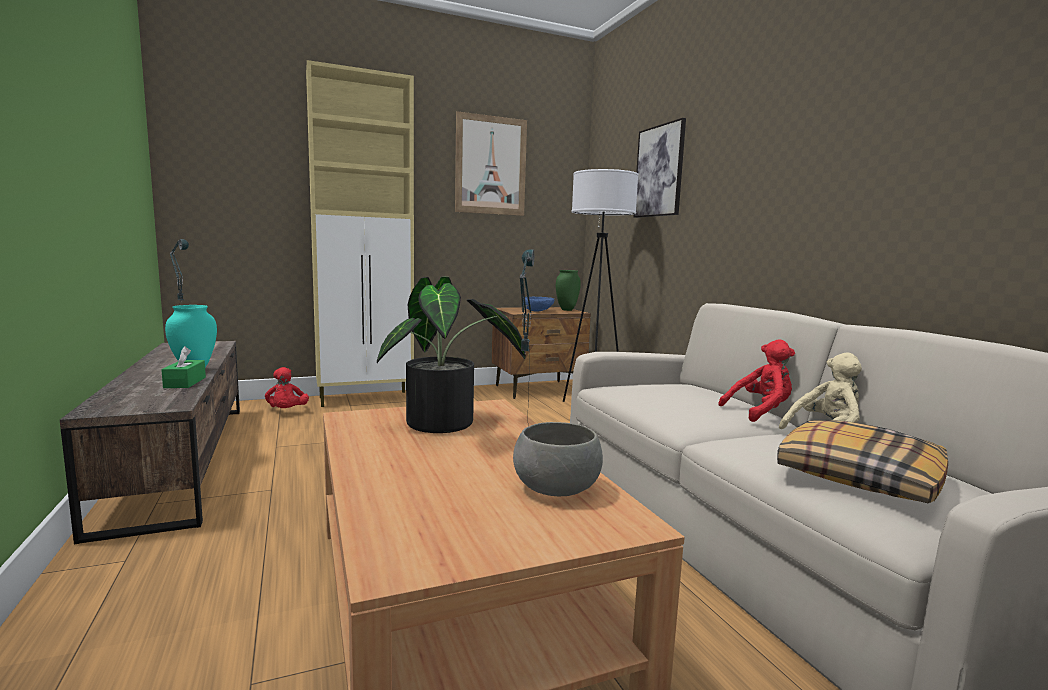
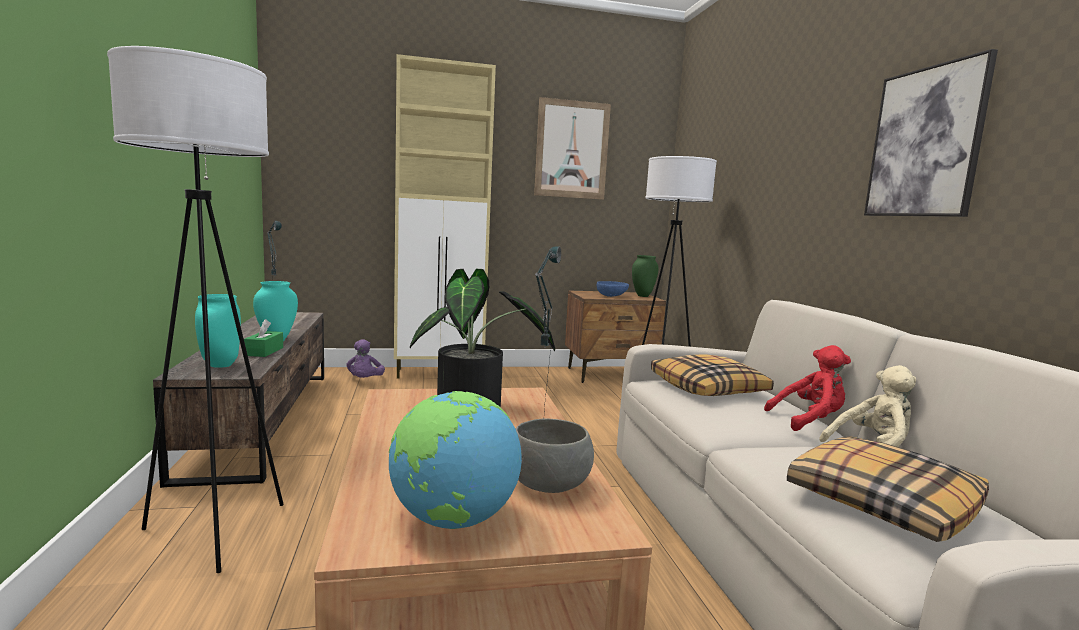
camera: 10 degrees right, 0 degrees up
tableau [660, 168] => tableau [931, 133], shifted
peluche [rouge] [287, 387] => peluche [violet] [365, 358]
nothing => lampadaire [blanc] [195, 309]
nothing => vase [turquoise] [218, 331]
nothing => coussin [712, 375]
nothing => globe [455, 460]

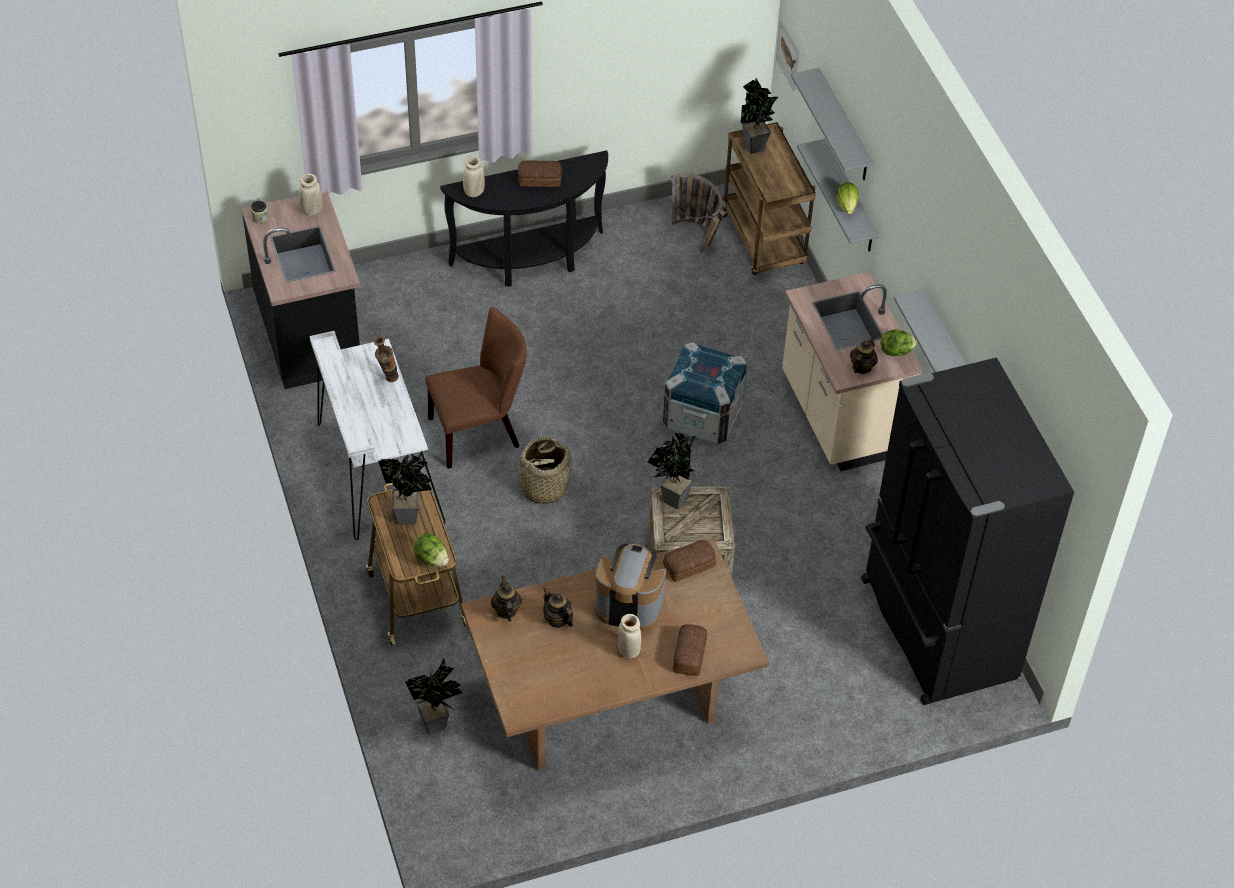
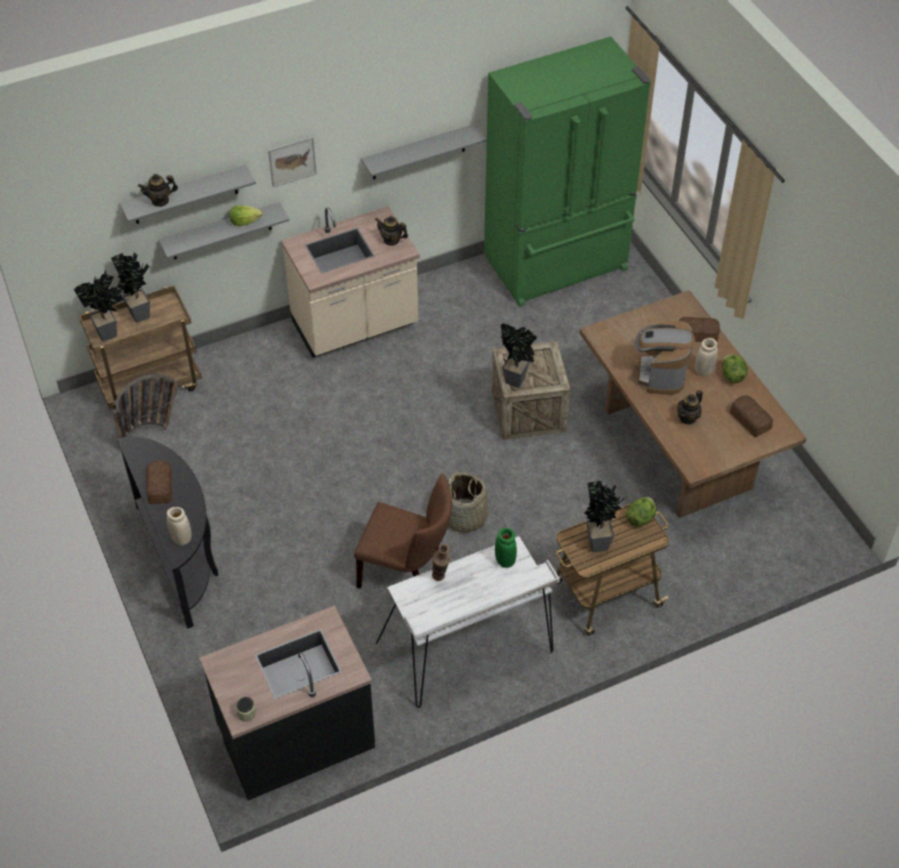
camera: 95 degrees left, 0 degrees up
tableau [788, 56] => tableau [292, 162], shifted
vase [beige] [311, 194] => nothing
chaise [marron] [476, 388] => chaise [marron] [403, 531], 135 degrees clockwise
laitue [899, 342] => laitue [735, 368], shifted
caisse [705, 393] => nothing
réfrigérateur [noir] [967, 531] => réfrigérateur [vert] [567, 172]
pain [689, 561] => pain [751, 416], shifted
théière [506, 599] => théière [158, 190], shifted
plante en pot [433, 696] => plante en pot [130, 288], shifted
nothing => vase [vert] [506, 548]

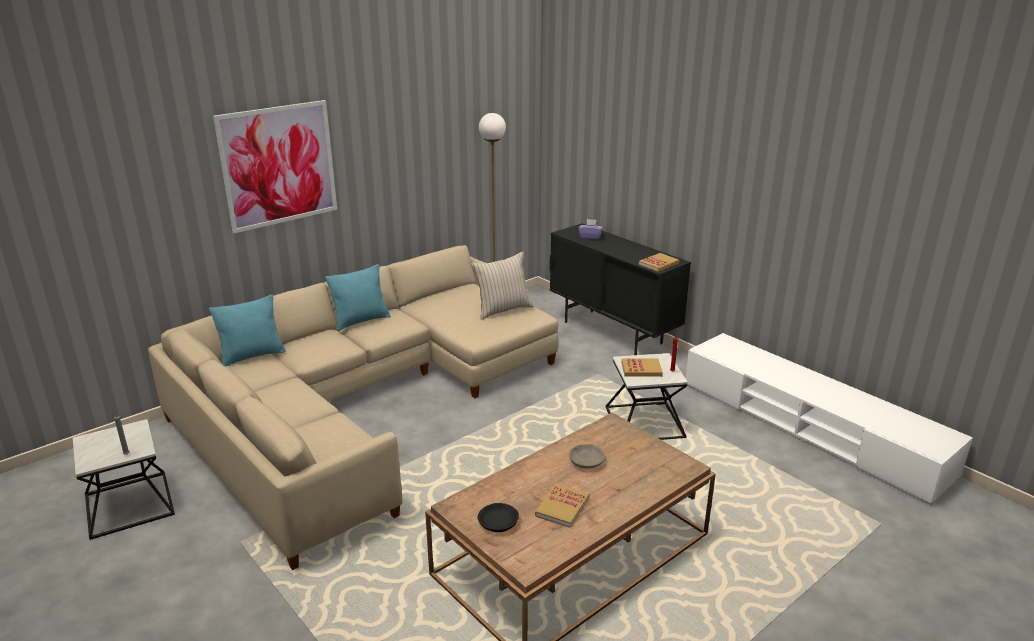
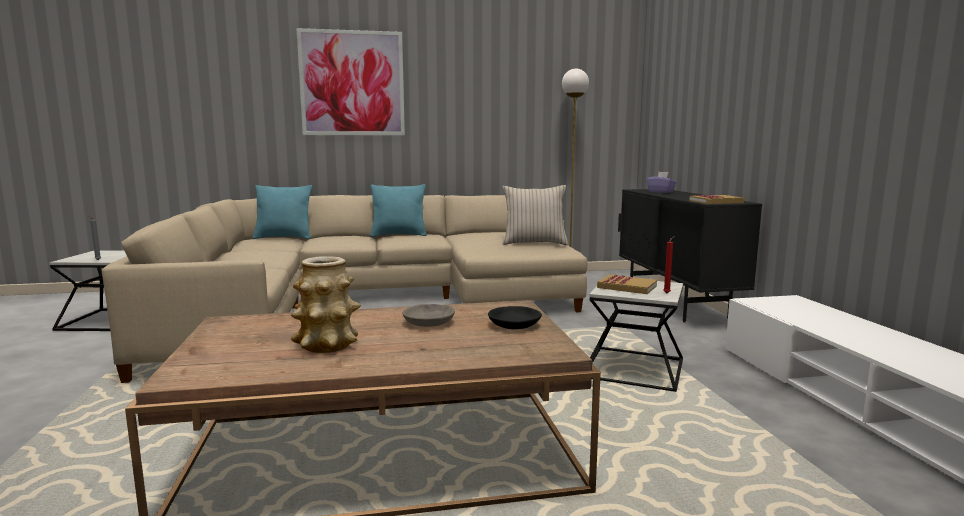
camera: 30 degrees right, 15 degrees down
livre [562, 505] => vase [326, 304]
bol [noir] [498, 517] => bol [noir] [515, 317], shifted

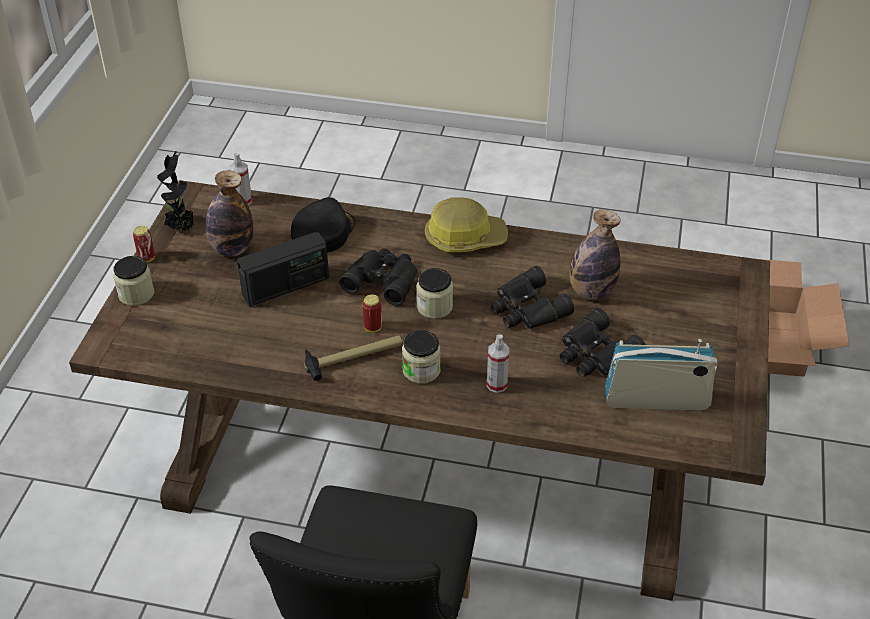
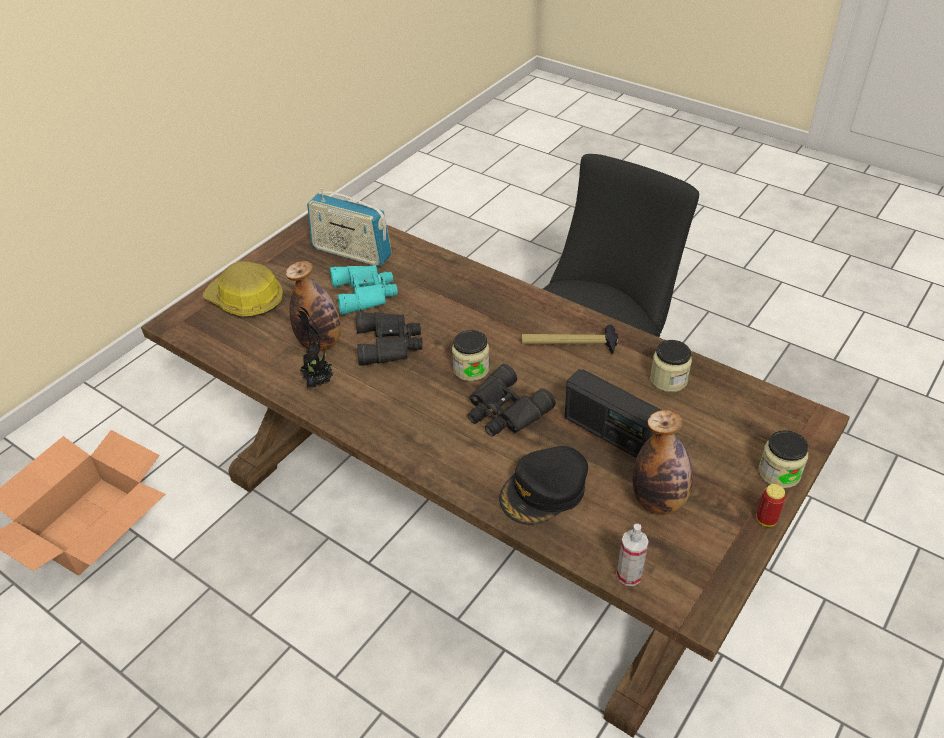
camera: 155 degrees left, 0 degrees up
plante en pot [176, 191] => plante en pot [315, 346], shifted
casque de chantier [466, 224] => casque de chantier [242, 289], shifted
radio [283, 269] => radio [613, 413], 135 degrees counterclockwise
boîte métallique [372, 313] => nothing
jumelles [noir] [603, 342] => jumelles [turquoise] [364, 290]
bocal [421, 356] => bocal [671, 366], shifted
vaporisateur [498, 363] => nothing

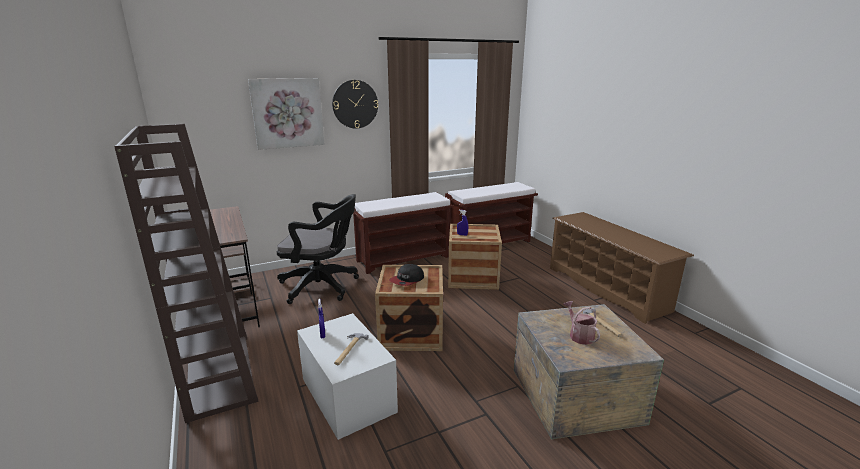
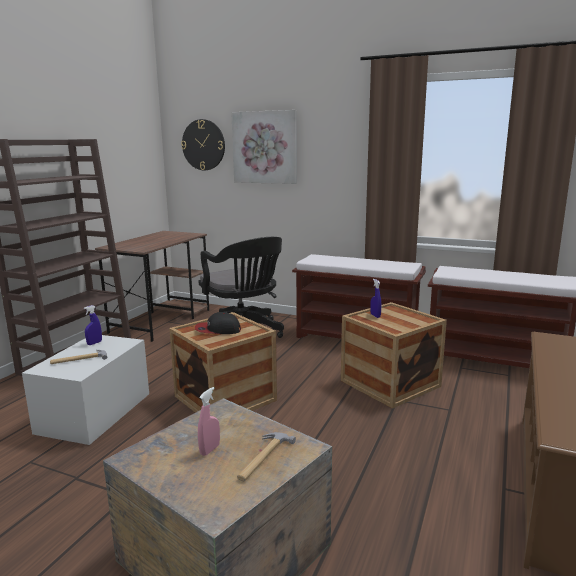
camera: 50 degrees right, 5 degrees down
horloge murale [355, 104] => horloge murale [203, 144], shifted
arrosoir [581, 323] => vaporisateur [rose] [209, 421]

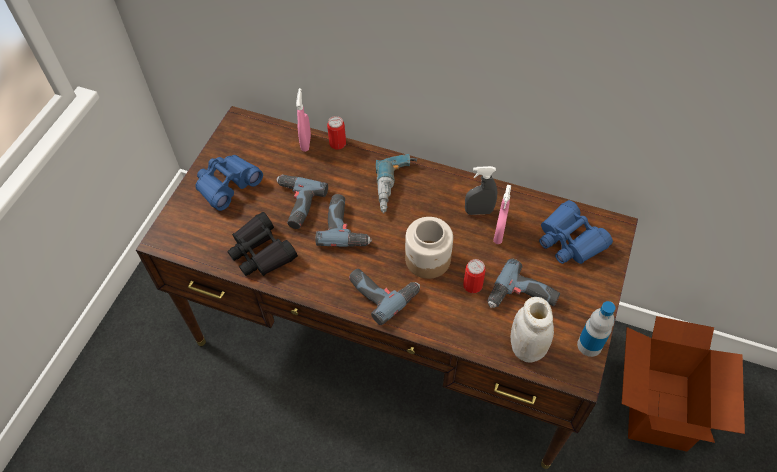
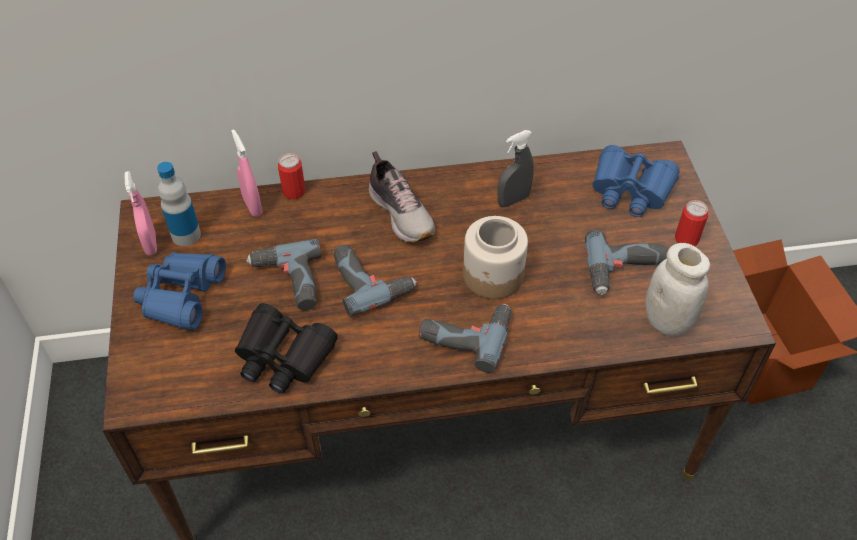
camera: 30 degrees left, 5 degrees down
perceuse [396, 183] => chaussure [402, 196]
vaporisateur [rose] [502, 214] => vaporisateur [rose] [140, 213], shifted
boîte métallique [474, 276] => boîte métallique [691, 223], shifted
bouteille [596, 329] => bouteille [179, 204], shifted

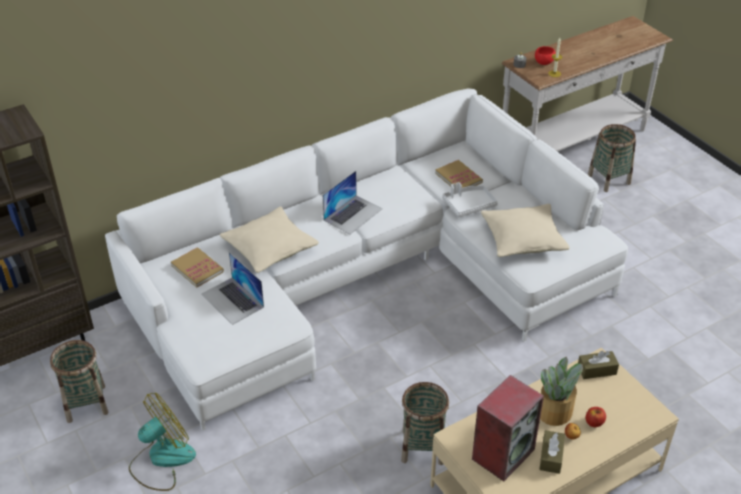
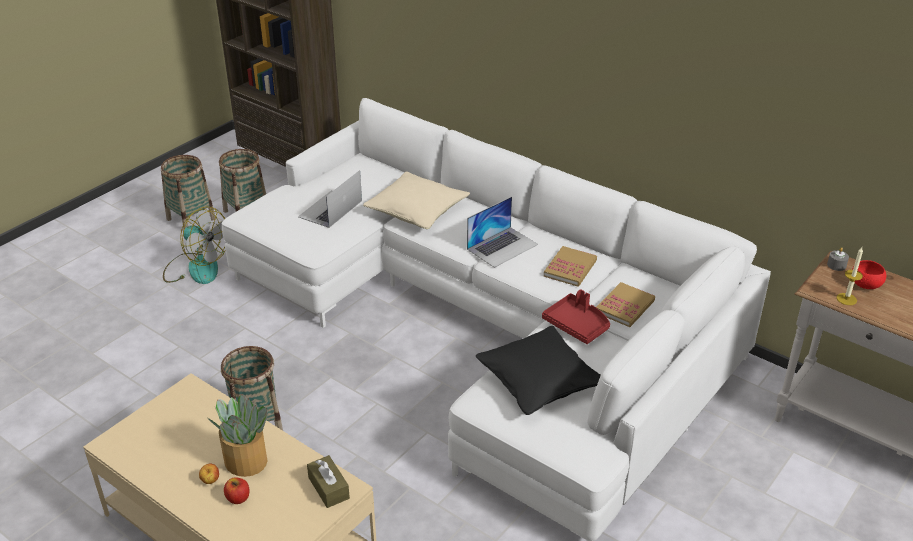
camera: 70 degrees right, 5 degrees down
panier [612, 158] => panier [188, 191], shifted
ordinateur portable [352, 202] => ordinateur portable [502, 232], 60 degrees counterclockwise
plateau [blanc] [470, 199] => plateau [rouge] [576, 317]
coussin [beige] [525, 230] => coussin [noir] [538, 370]
livre [197, 267] => livre [570, 266], shifted
enceinte [508, 428] => nothing
boîte à mouchoirs [marron] [552, 452] => nothing

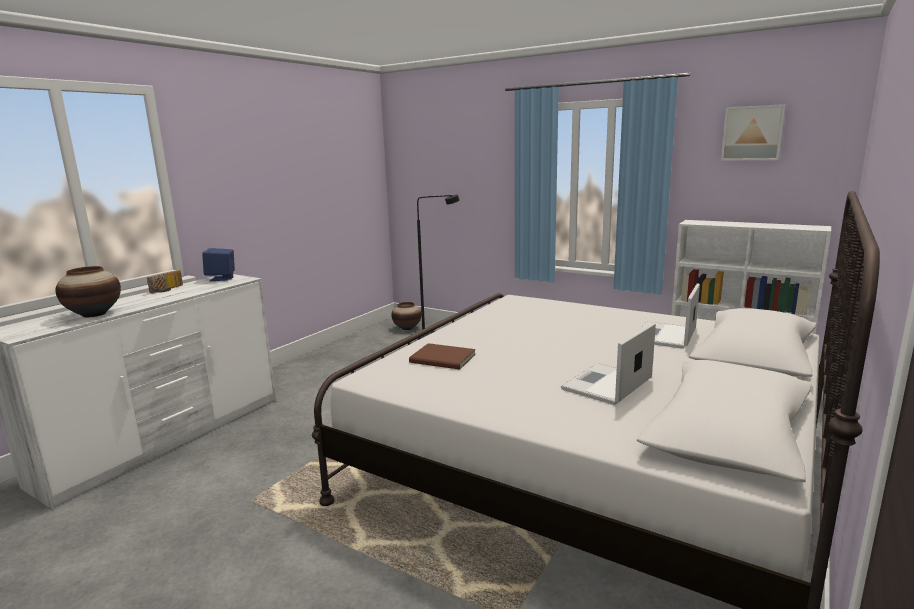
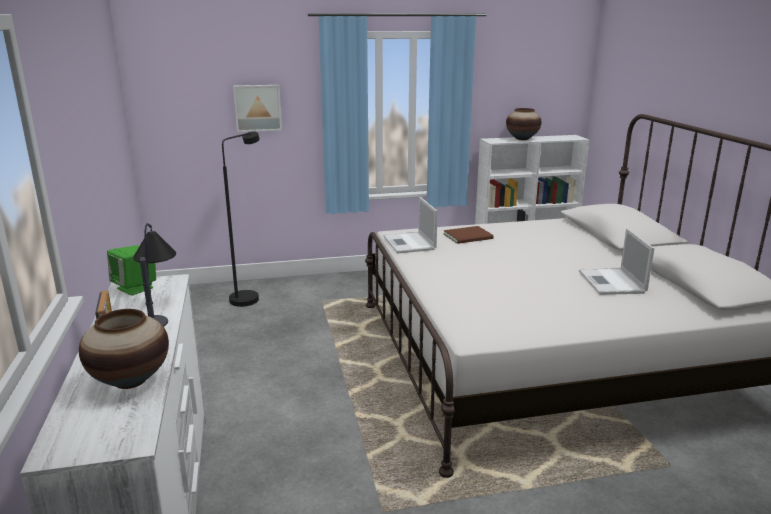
camera: 45 degrees left, 5 degrees up
tableau [753, 132] => tableau [257, 108], shifted
enceinte [bleu] [218, 264] => enceinte [vert] [131, 270]
ordinateur portable [670, 316] => ordinateur portable [410, 225], shifted
vase [406, 316] => vase [523, 124], shifted
livre [marron] [442, 356] => livre [marron] [469, 235], shifted
nothing => lampe de table [154, 275]

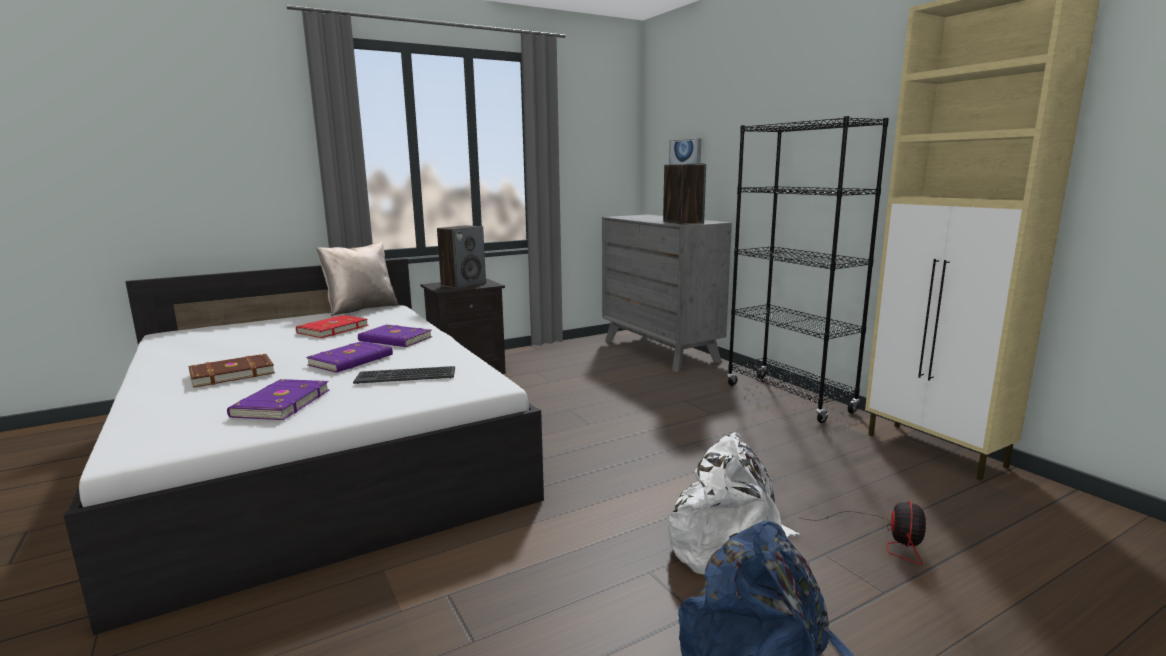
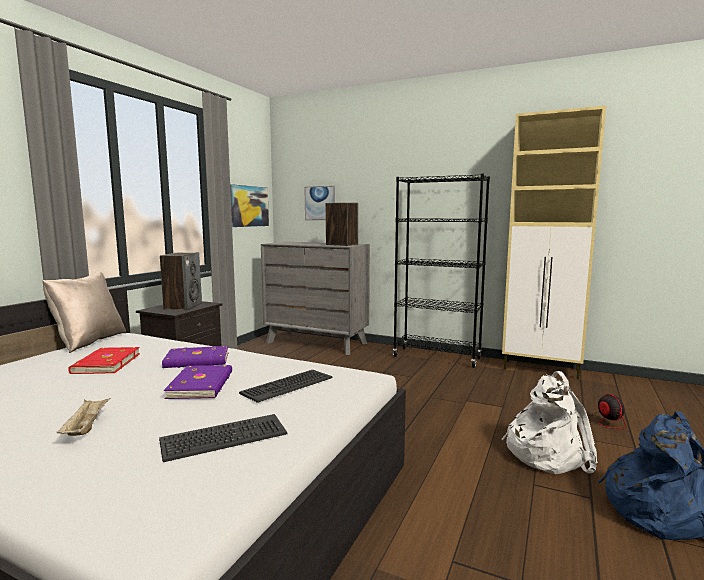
camera: 35 degrees left, 5 degrees down
livre [marron] [231, 371] => plateau [beige] [83, 417]
livre [violet] [278, 399] => clavier [223, 438]
nothing => tableau [249, 205]

